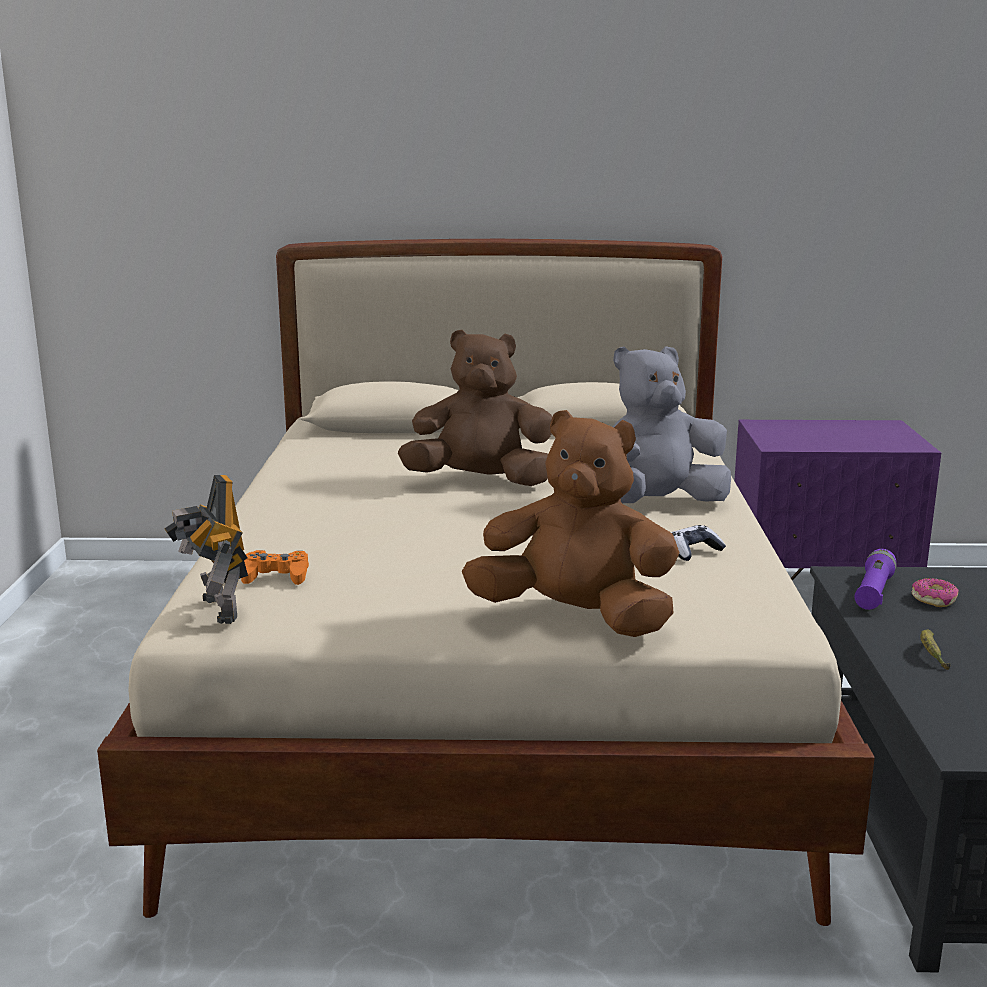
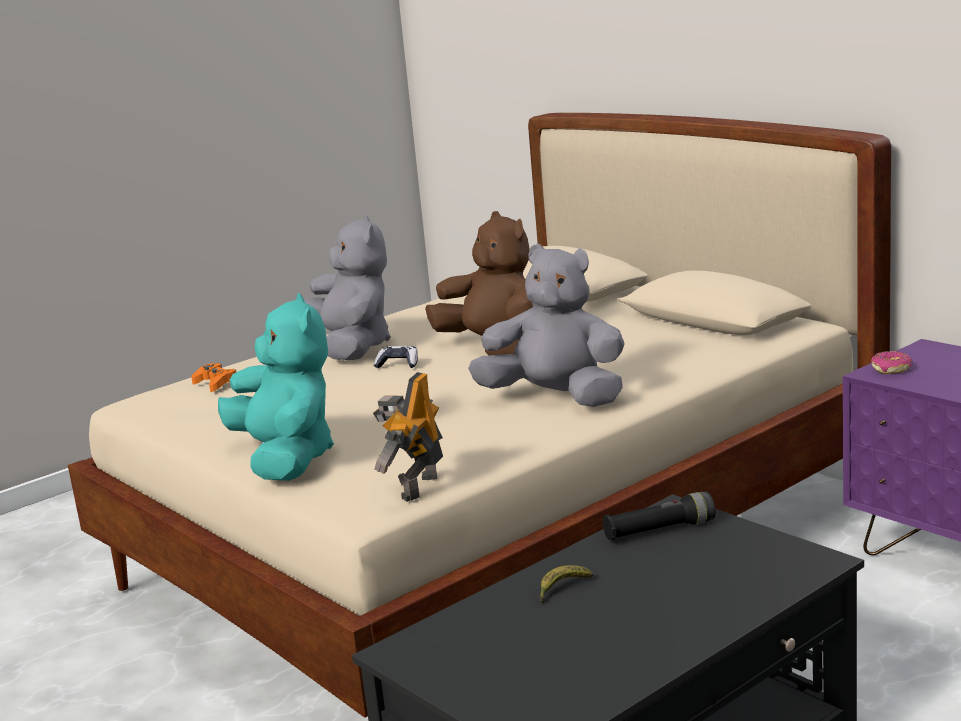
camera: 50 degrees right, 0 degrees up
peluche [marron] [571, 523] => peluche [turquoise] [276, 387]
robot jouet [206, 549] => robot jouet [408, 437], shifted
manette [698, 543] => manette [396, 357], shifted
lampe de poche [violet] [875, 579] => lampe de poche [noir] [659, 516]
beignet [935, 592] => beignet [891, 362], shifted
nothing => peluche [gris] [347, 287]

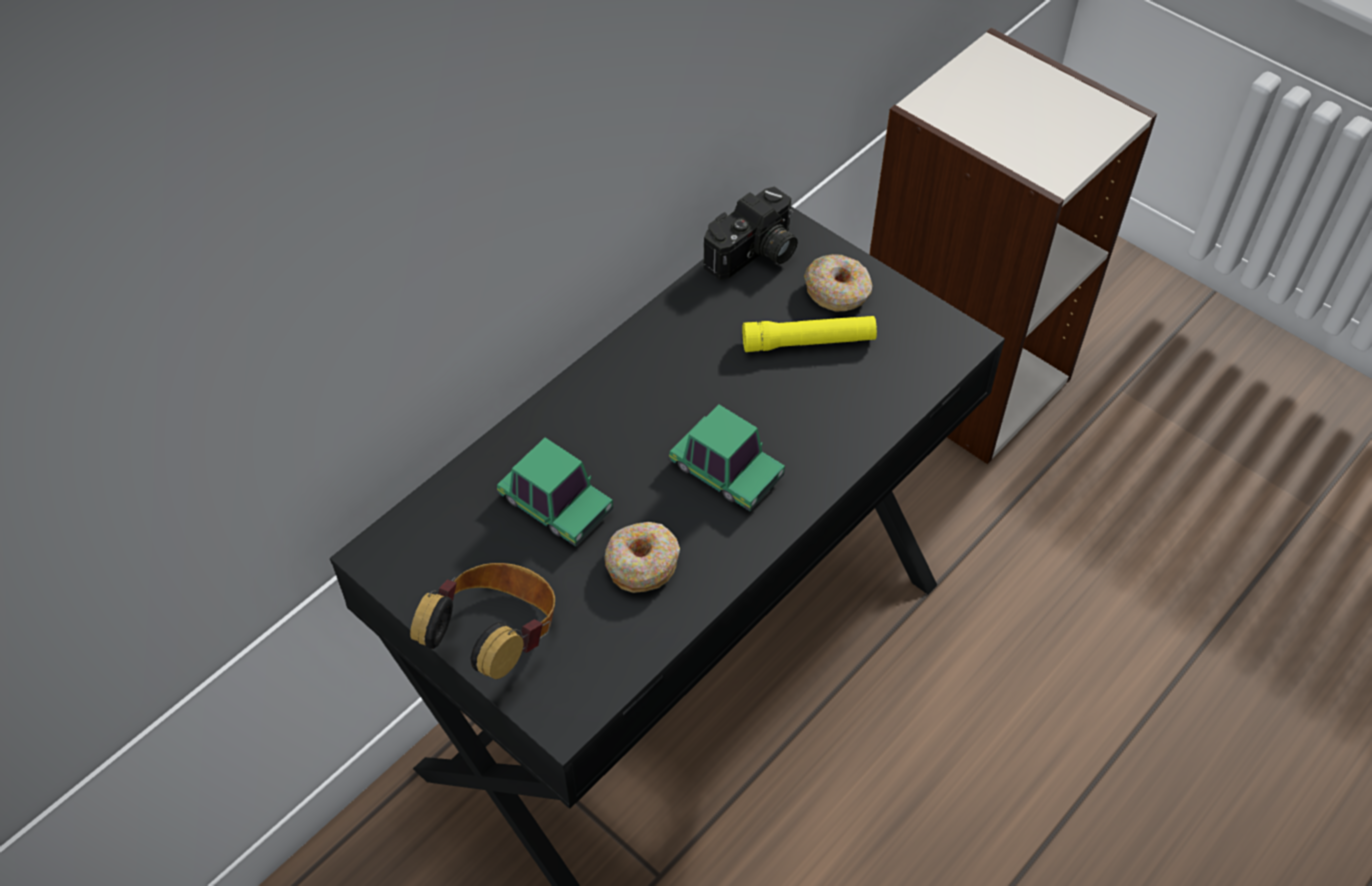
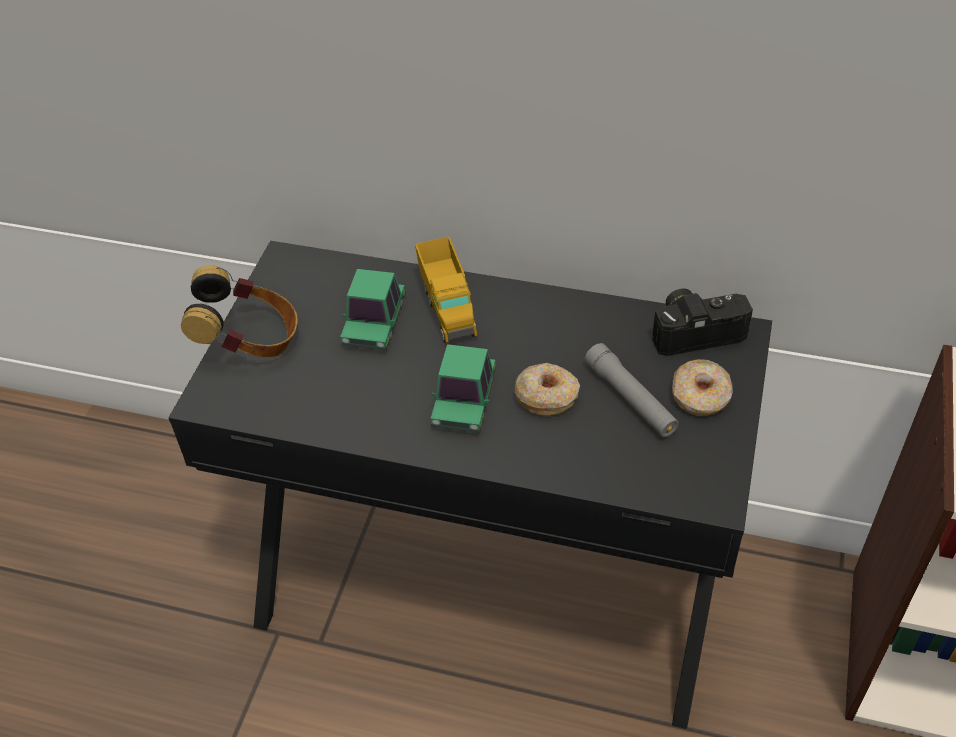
camera: 65 degrees right, 5 degrees down
appareil photo [750, 233] => appareil photo [702, 322], 150 degrees clockwise
lampe de poche [jaune] [809, 334] => lampe de poche [gris] [632, 390]
beignet [642, 557] => beignet [547, 389], shifted
nothing => camion jouet [446, 290]

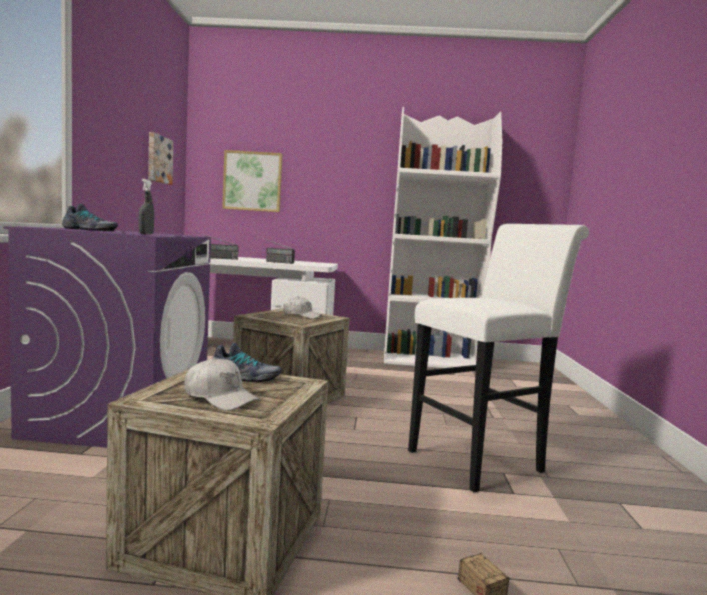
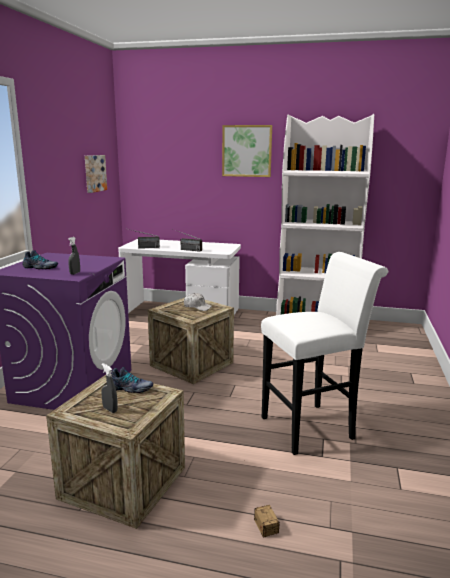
camera: 10 degrees right, 10 degrees up
tableau [252, 181] => tableau [247, 151], shifted
casquette [blanc] [222, 384] => vaporisateur [gris] [109, 388]

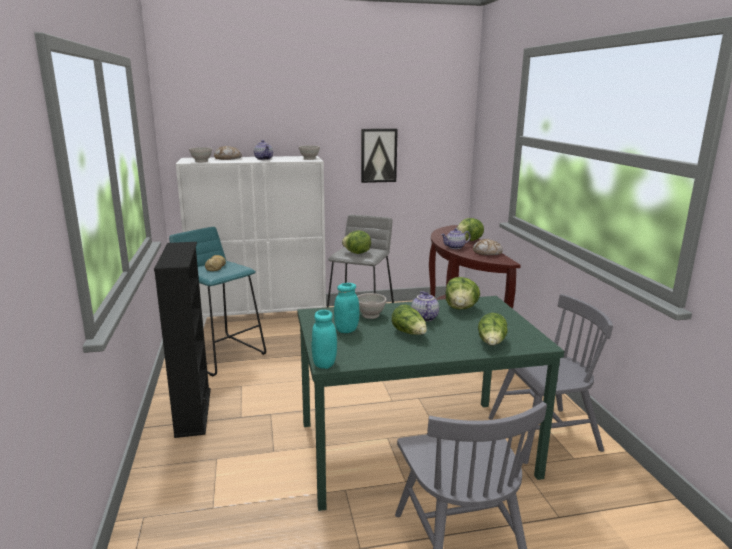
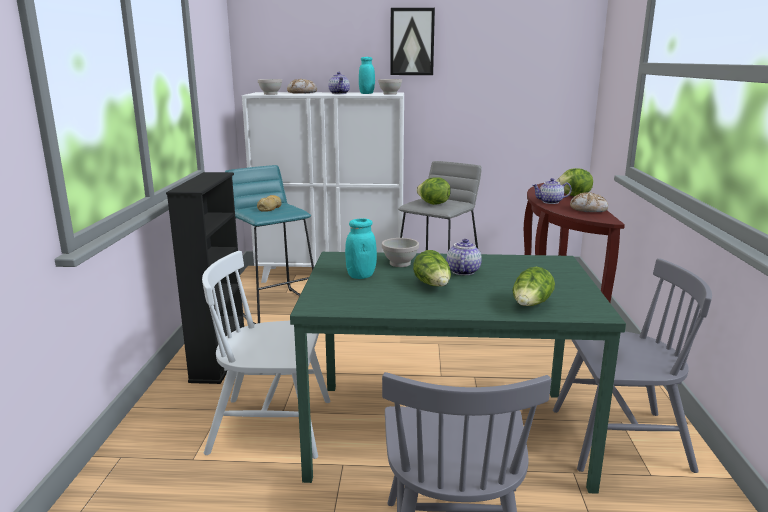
camera: 15 degrees right, 0 degrees up
tableau [379, 155] => tableau [412, 41], shifted
laitue [463, 293] => nothing
bocal [turquoise] [324, 339] => bocal [turquoise] [367, 75], shifted
nothing => chaise [blanc] [266, 355]

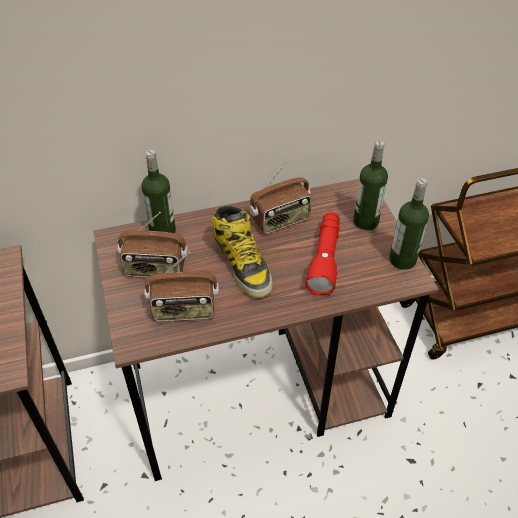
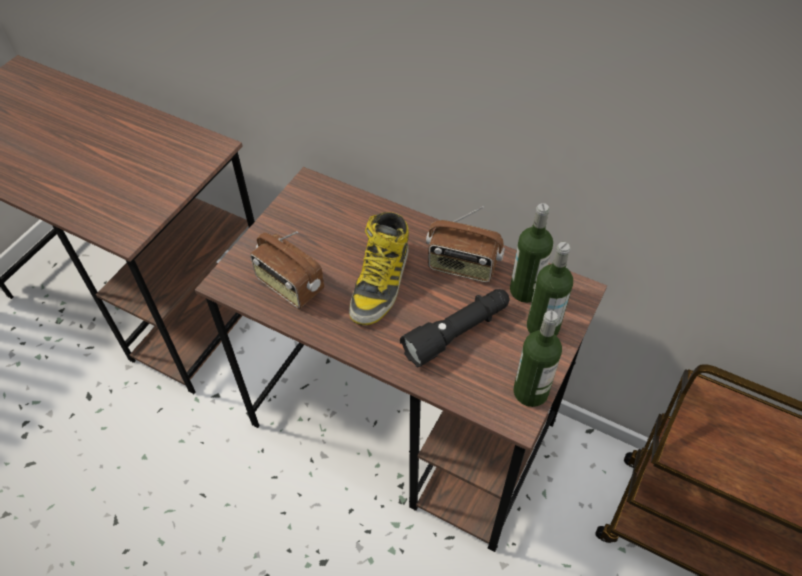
camera: 45 degrees right, 5 degrees up
bouteille [158, 191] => bouteille [531, 253], shifted
radio [153, 245] => nothing
lampe de poche [rouge] [323, 253] => lampe de poche [noir] [455, 328]

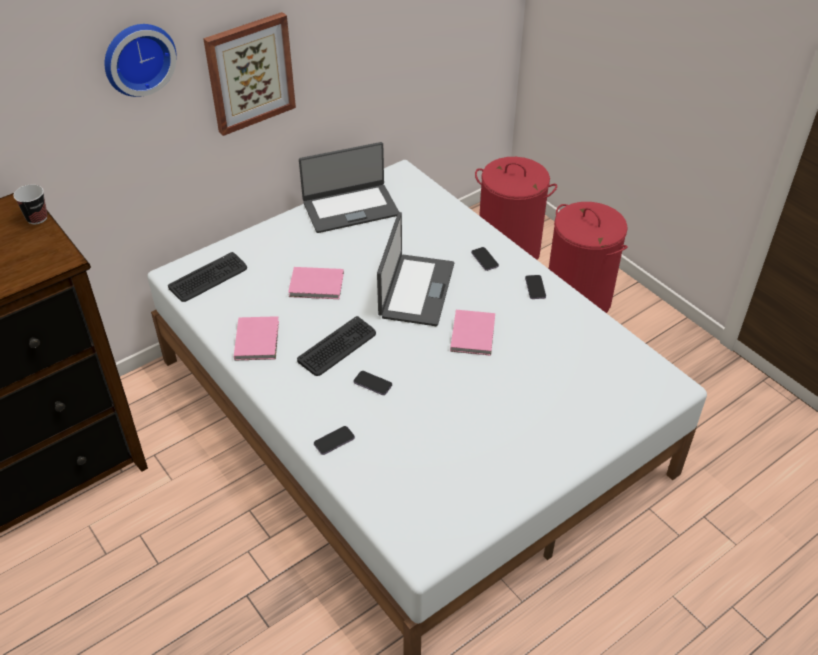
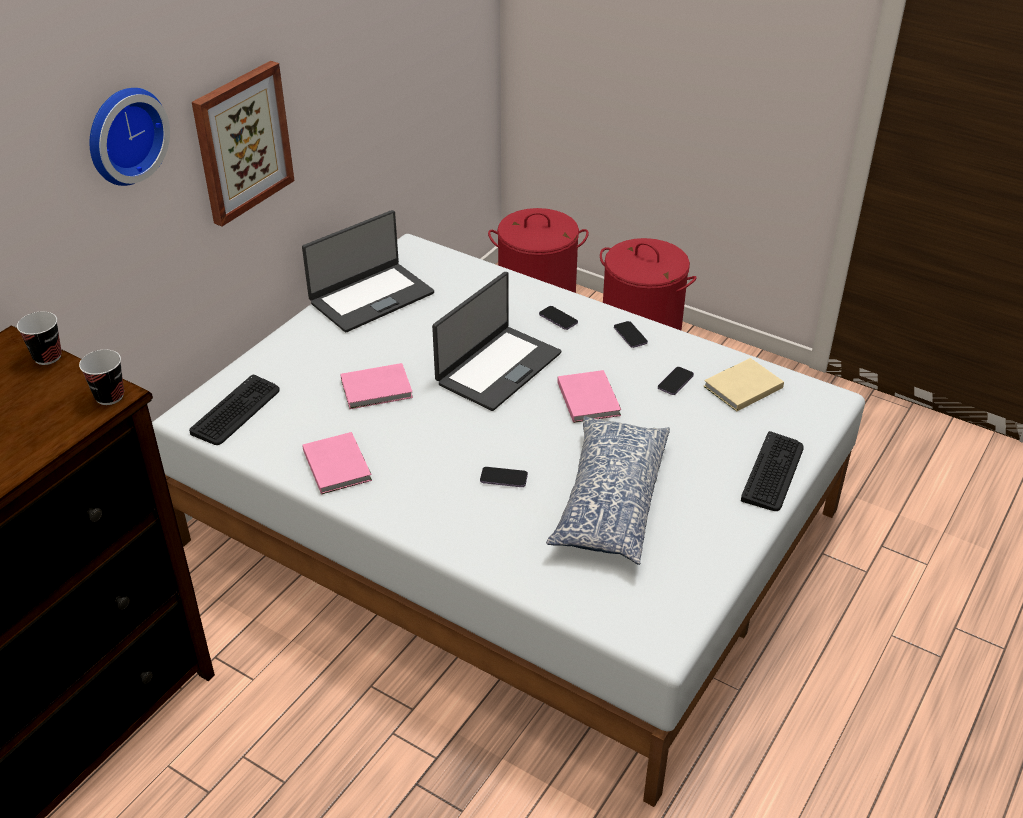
camera: 20 degrees left, 5 degrees down
ordinateur portable [415, 269] => ordinateur portable [496, 341], 45 degrees clockwise
clavier [336, 346] => clavier [772, 471], shifted
téléphone [334, 440] => téléphone [676, 381], shifted
nothing => tasse [101, 377]
nothing => livre [beige] [744, 385]
nothing => coussin [608, 490]

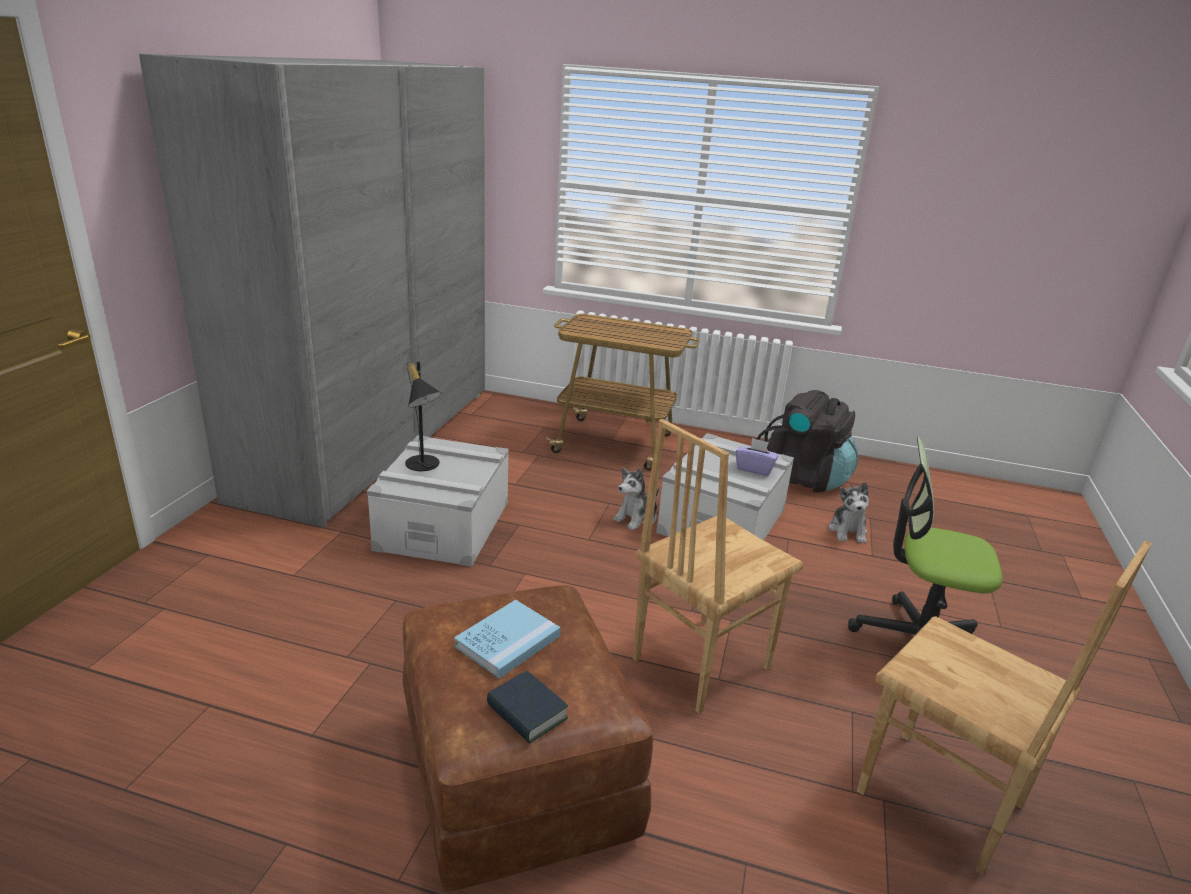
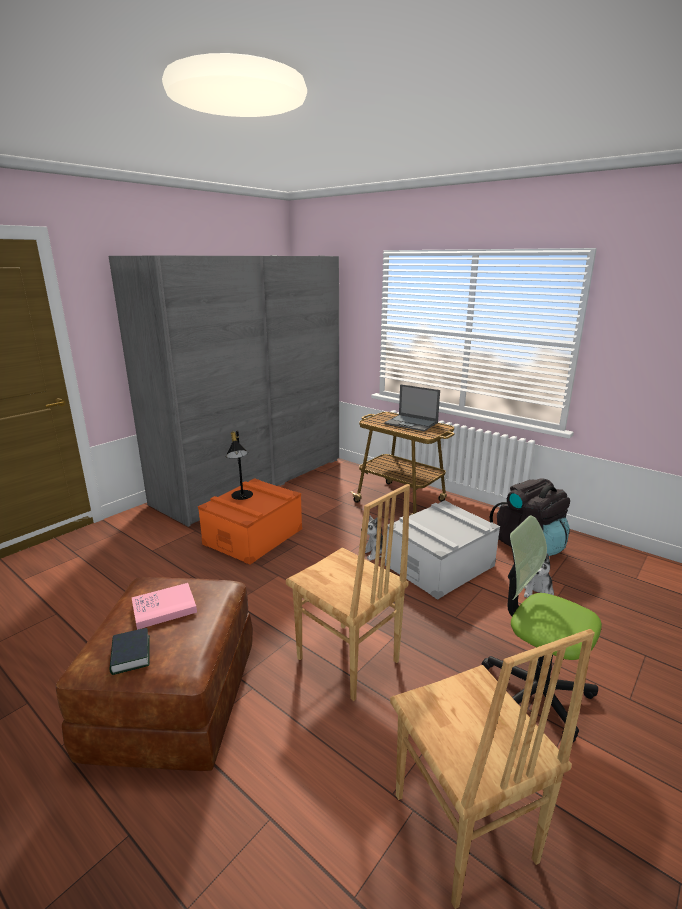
camera: 25 degrees right, 5 degrees down
chaise [marron] [718, 566] => chaise [marron] [348, 592], 120 degrees counterclockwise
boîte de rangement [gris] [437, 501] => boîte de rangement [orange] [250, 521]
boîte à mouchoirs [violet] [757, 457] => nothing
livre [bleu] [507, 639] => livre [rose] [164, 606]
nothing => ordinateur portable [412, 407]

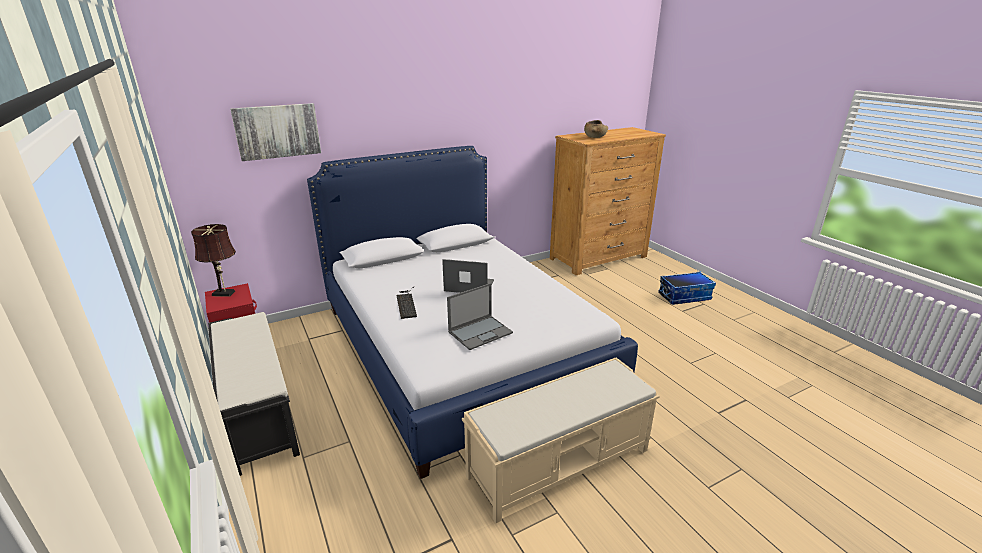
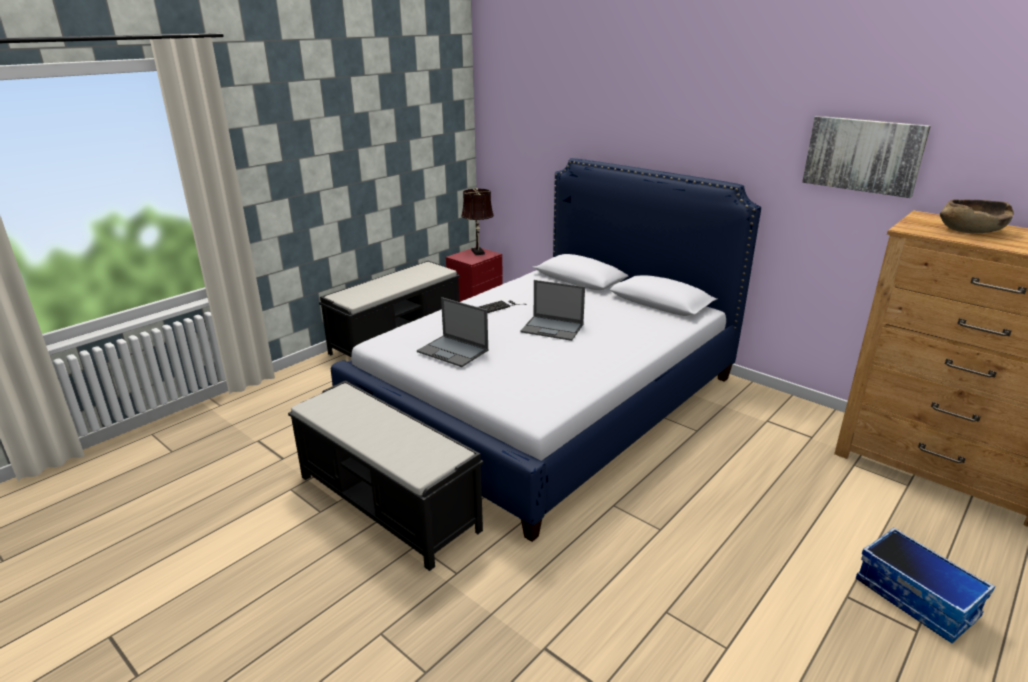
camera: 70 degrees right, 0 degrees up
tableau [275, 132] => tableau [866, 157], shifted
ordinateur portable [468, 276] => ordinateur portable [552, 310], 120 degrees clockwise
banc [beige] [561, 440] => banc [noir] [386, 476]

